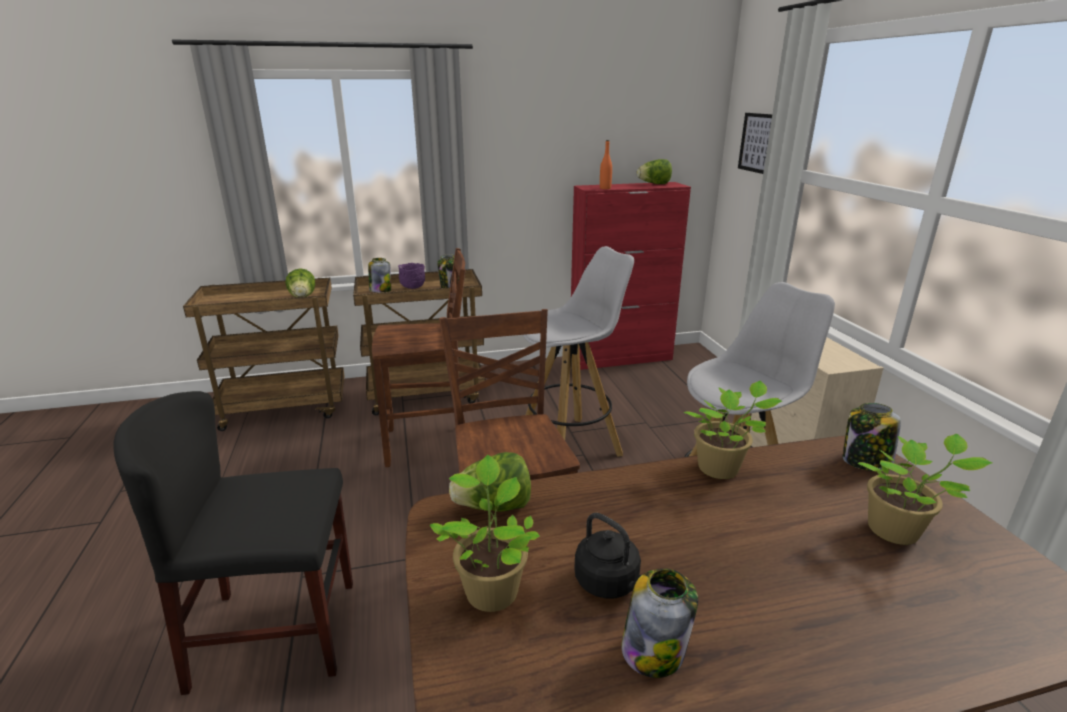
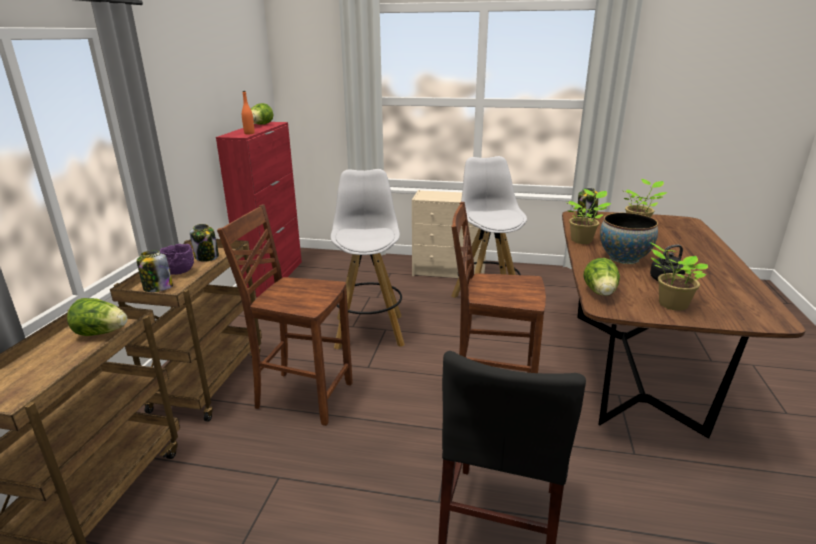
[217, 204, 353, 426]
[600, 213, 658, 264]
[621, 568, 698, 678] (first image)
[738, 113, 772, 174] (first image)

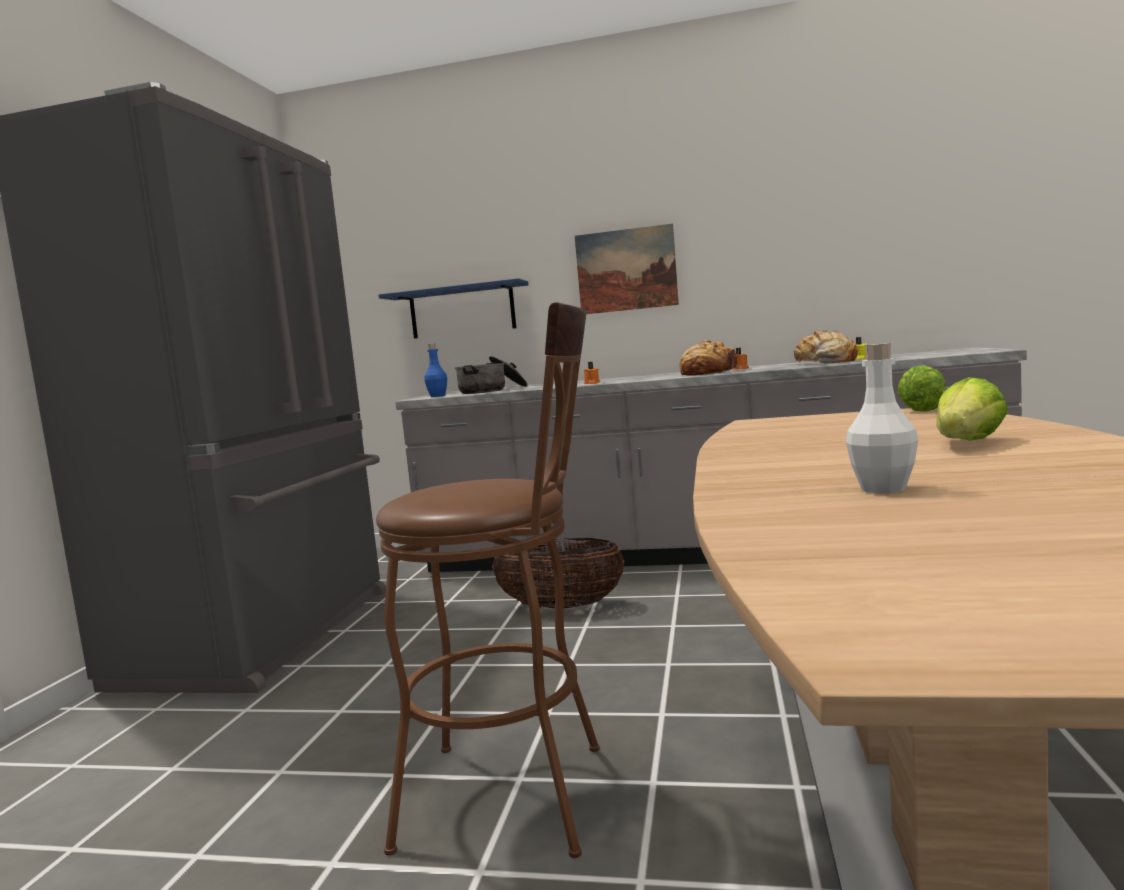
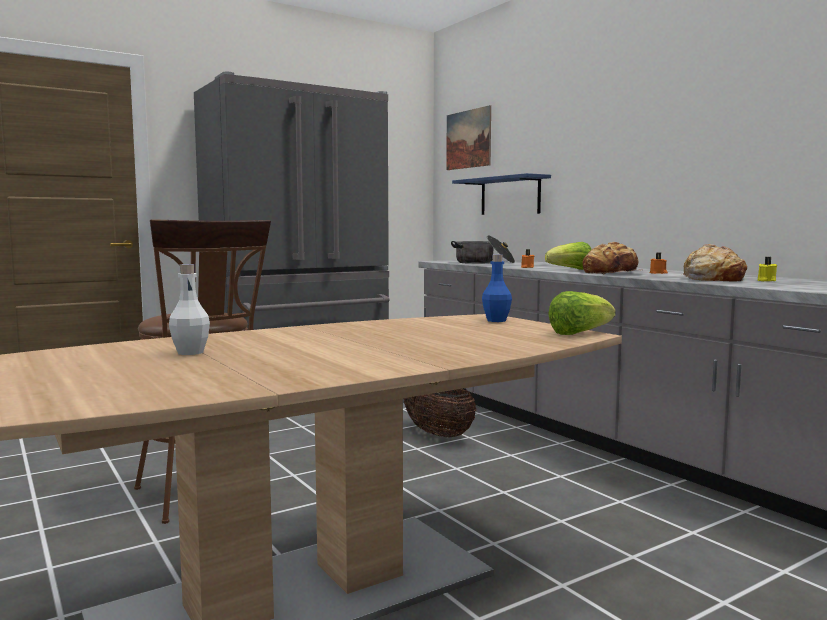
[446, 105, 491, 170]
[482, 254, 512, 322]
[545, 242, 592, 270]

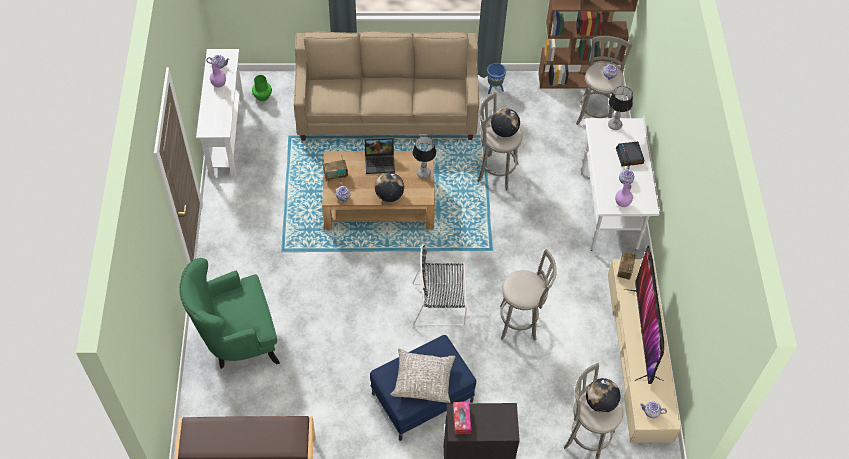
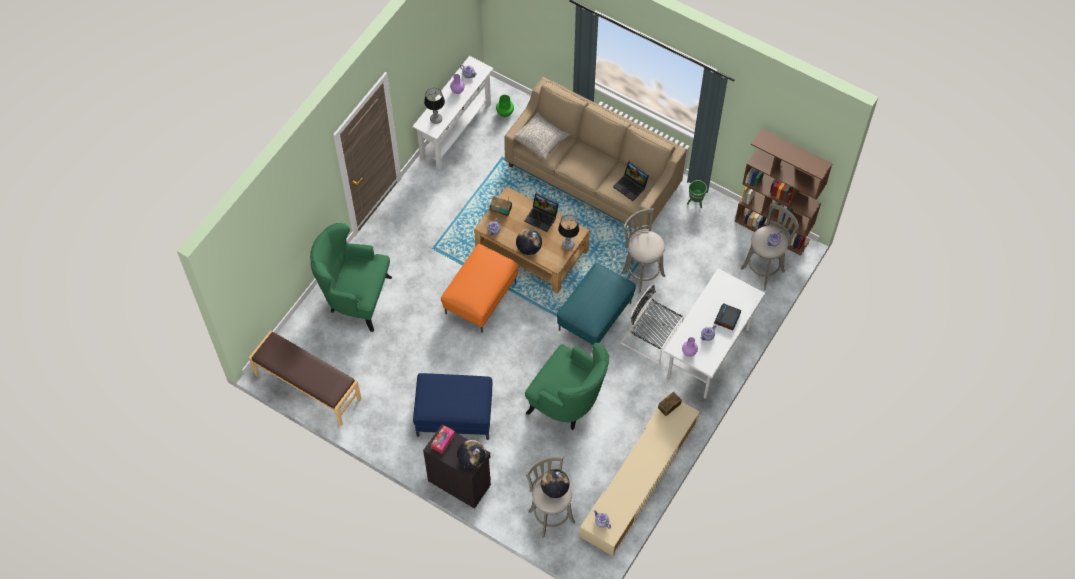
[424, 88, 445, 124]
[441, 244, 518, 333]
[457, 440, 486, 469]
[514, 111, 571, 160]
[525, 343, 609, 430]
[557, 263, 636, 345]
[613, 161, 649, 201]
[621, 284, 684, 364]
[687, 180, 707, 208]
[624, 246, 664, 384] (first image)

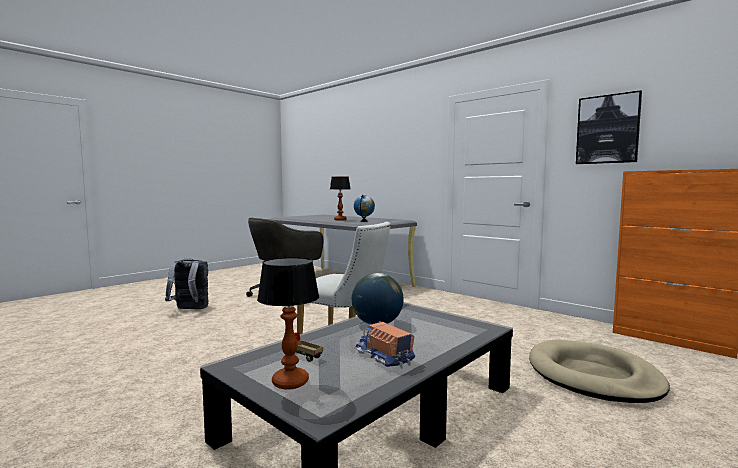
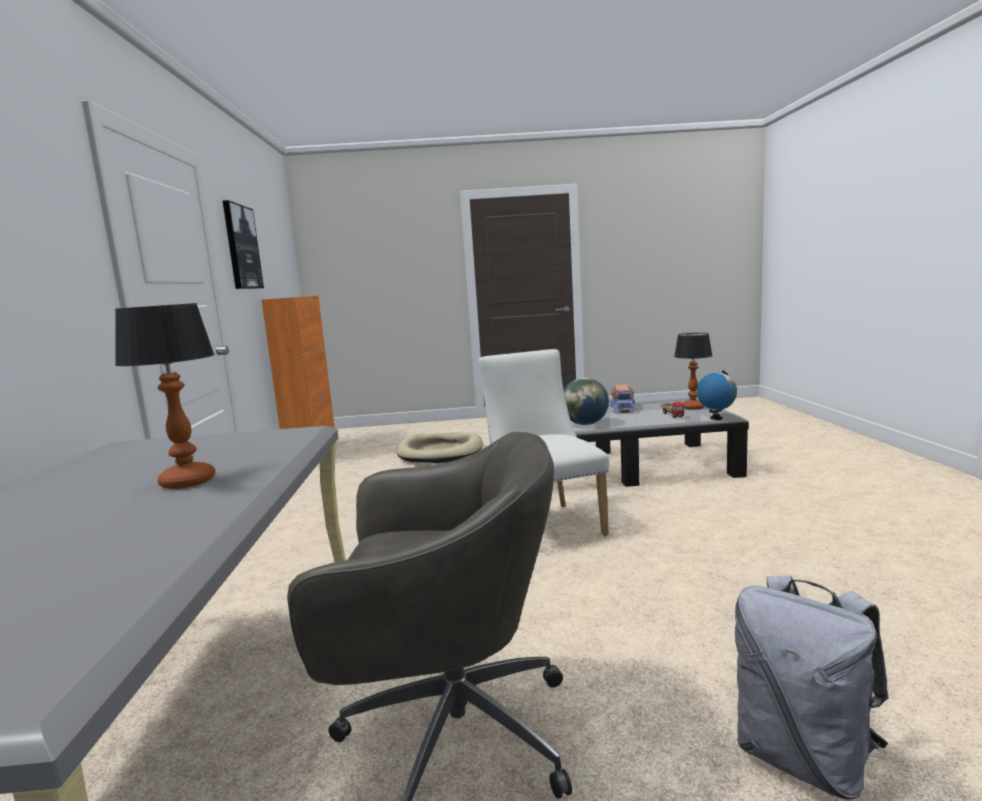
[697, 370, 737, 420]

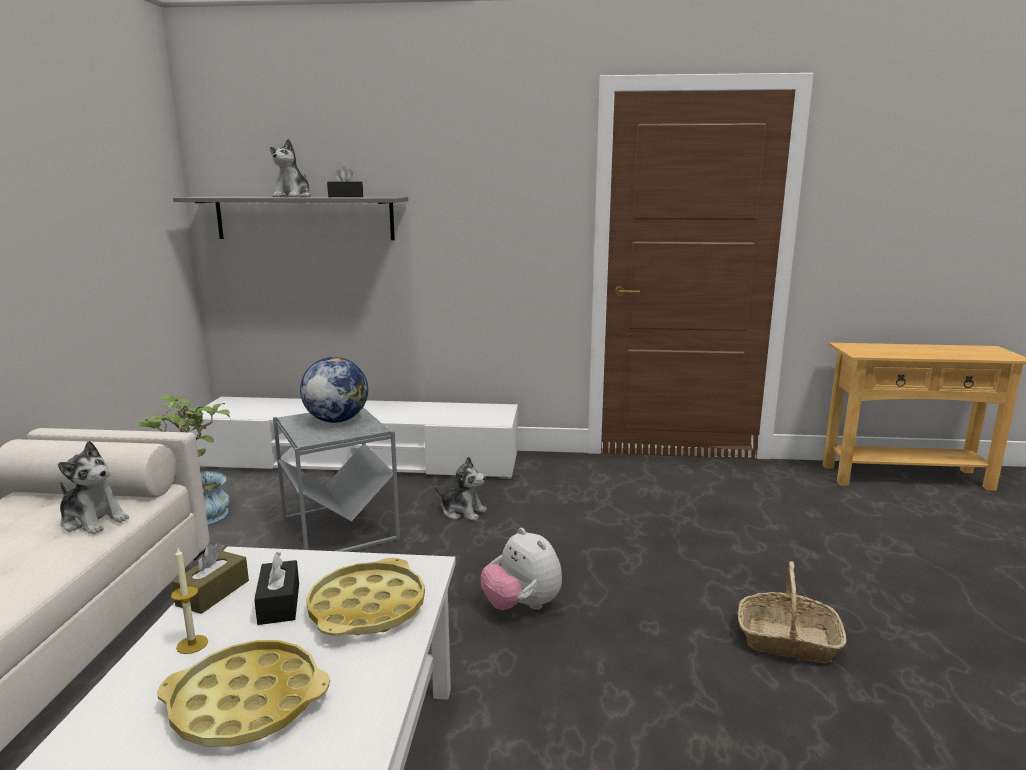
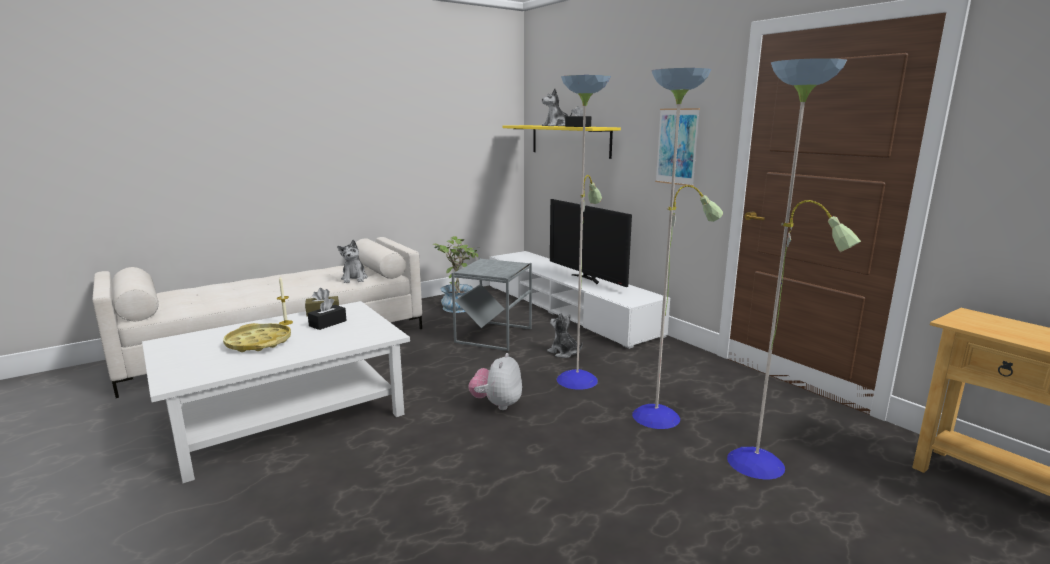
[503, 125, 621, 159]
[547, 312, 583, 358]
[550, 199, 632, 287]
[557, 58, 861, 479]
[655, 108, 700, 186]
[300, 357, 368, 423] (first image)
[306, 558, 425, 636] (first image)
[737, 561, 847, 663] (first image)

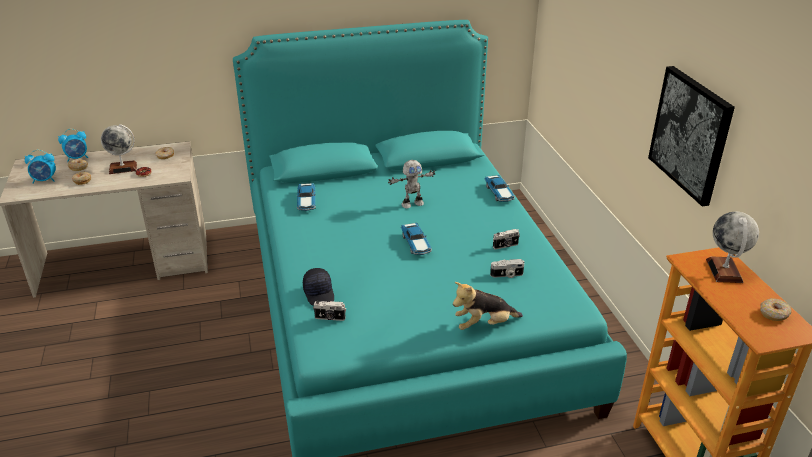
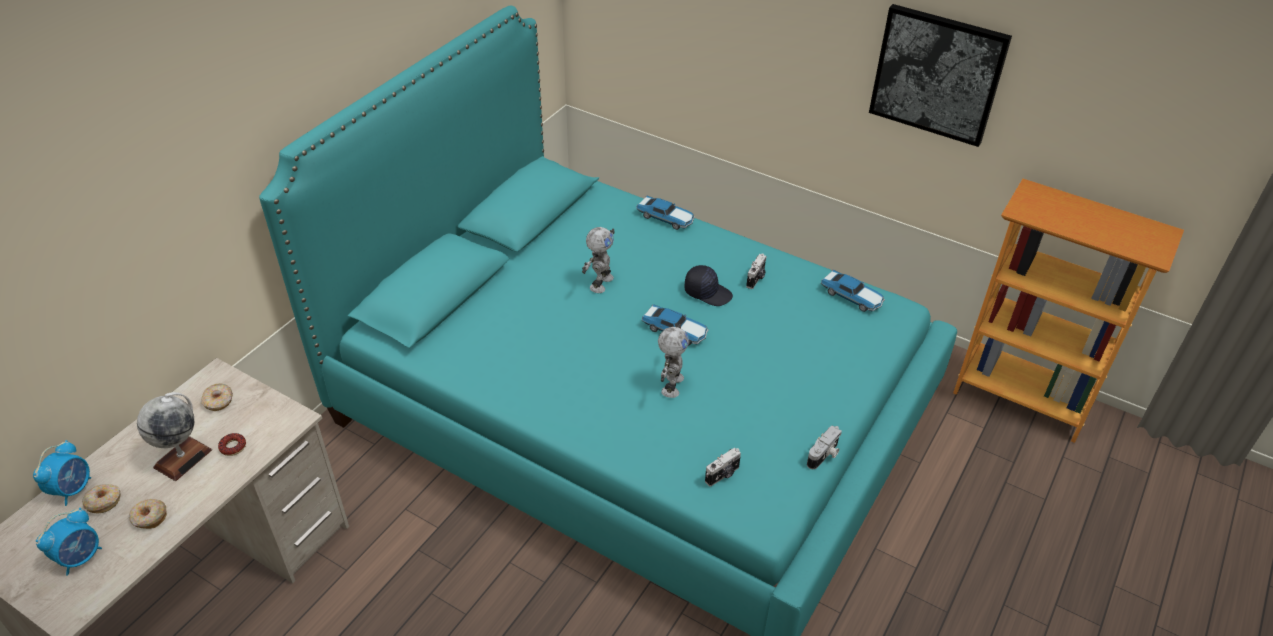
[658, 324, 689, 398]
[685, 265, 733, 306]
[807, 425, 842, 469]
[821, 270, 885, 312]
[453, 282, 523, 330] (first image)
[706, 211, 759, 283] (first image)
[760, 298, 792, 321] (first image)

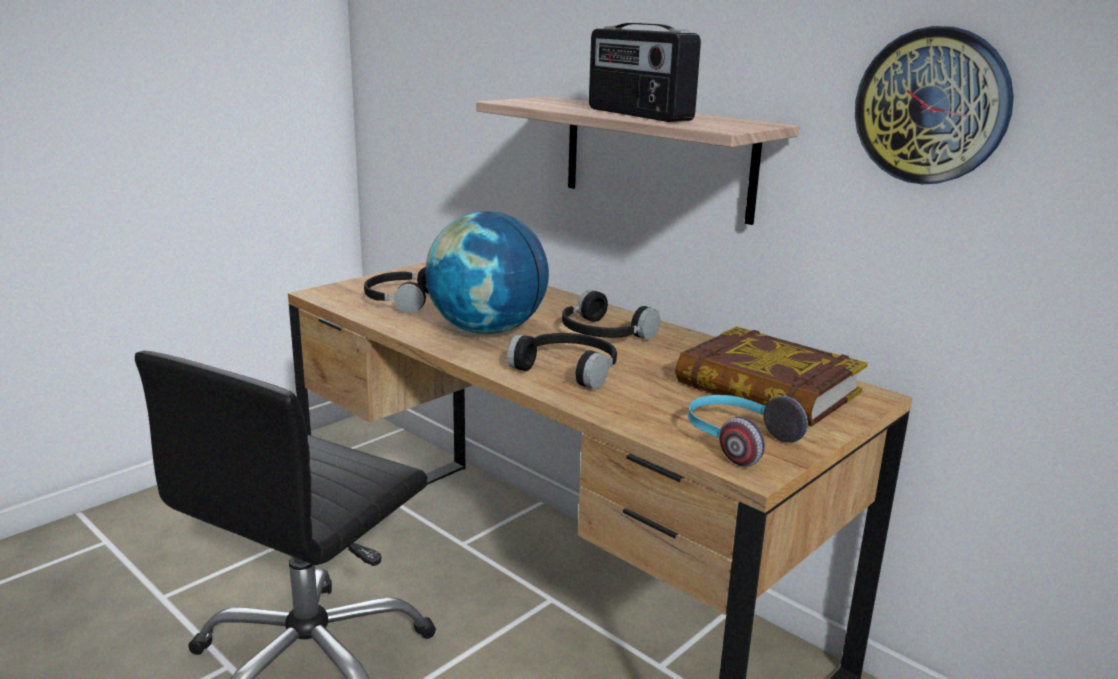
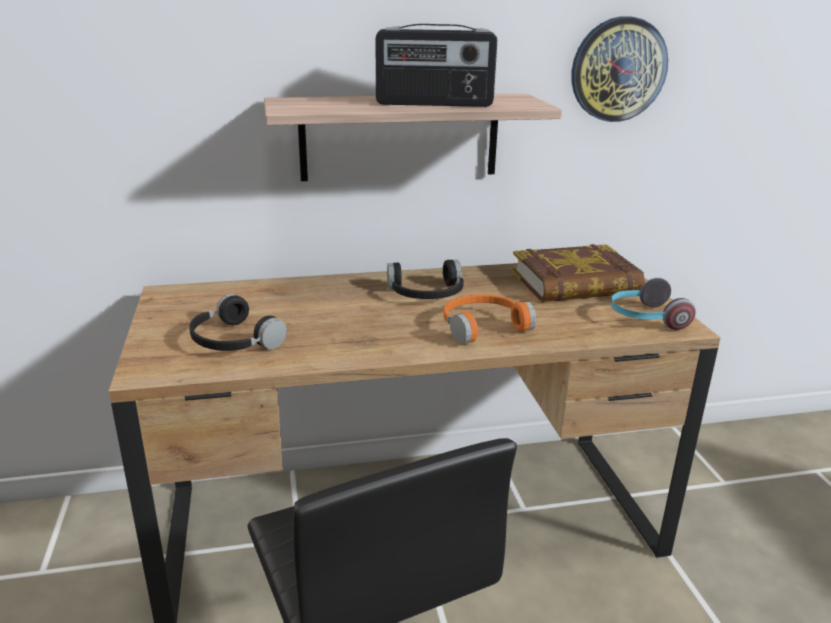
[443, 294, 536, 344]
[425, 211, 549, 335] (first image)

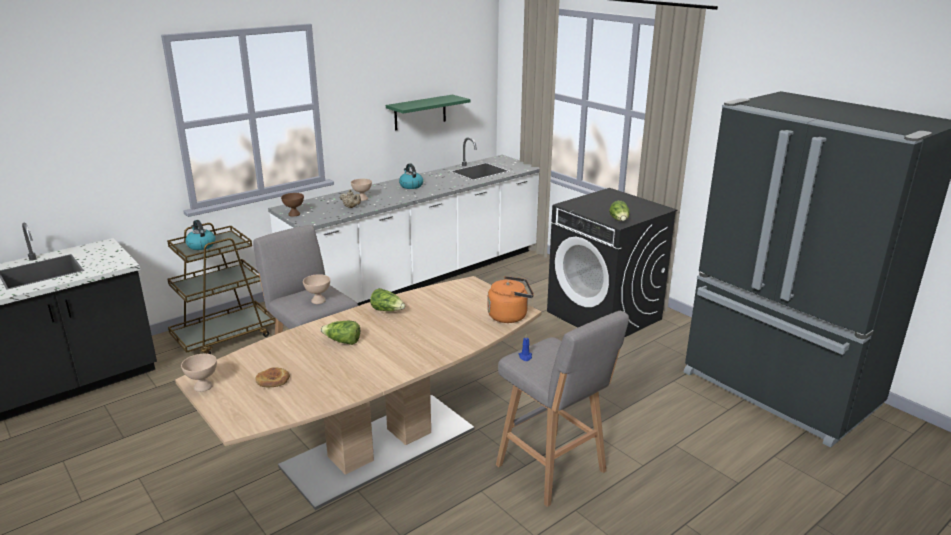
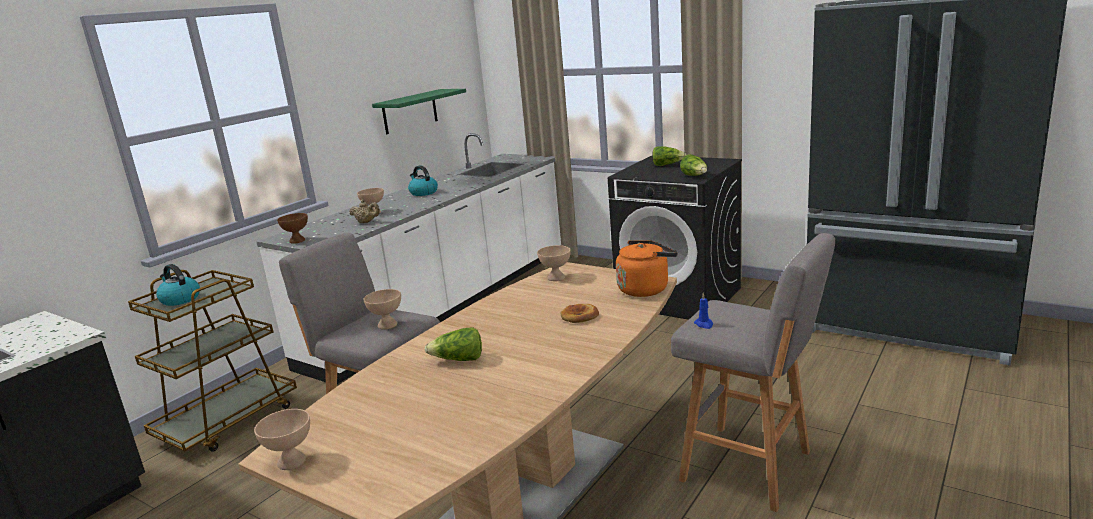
[537, 245, 571, 281]
[560, 304, 599, 323]
[652, 146, 686, 166]

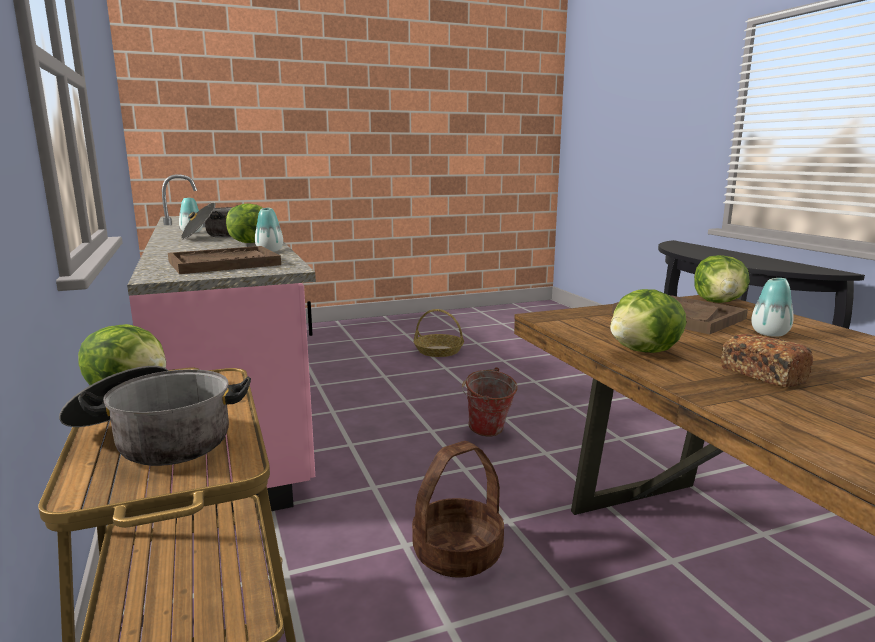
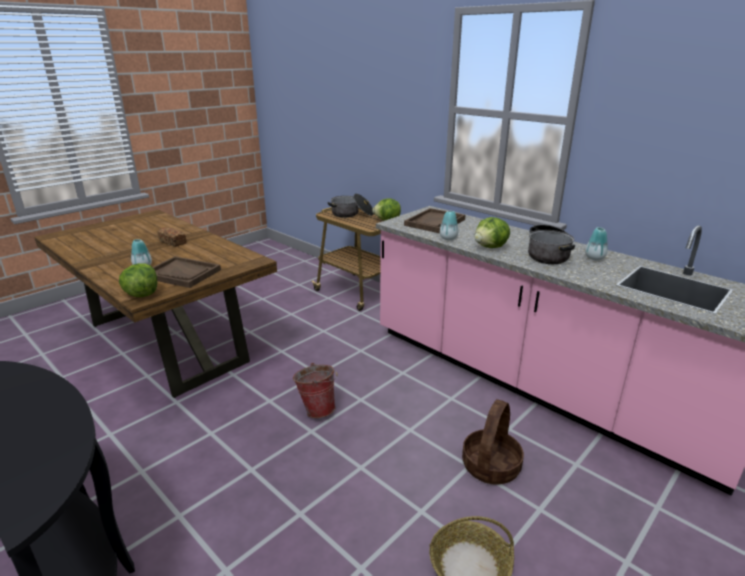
[462, 399, 524, 484]
[610, 289, 686, 353] (first image)

